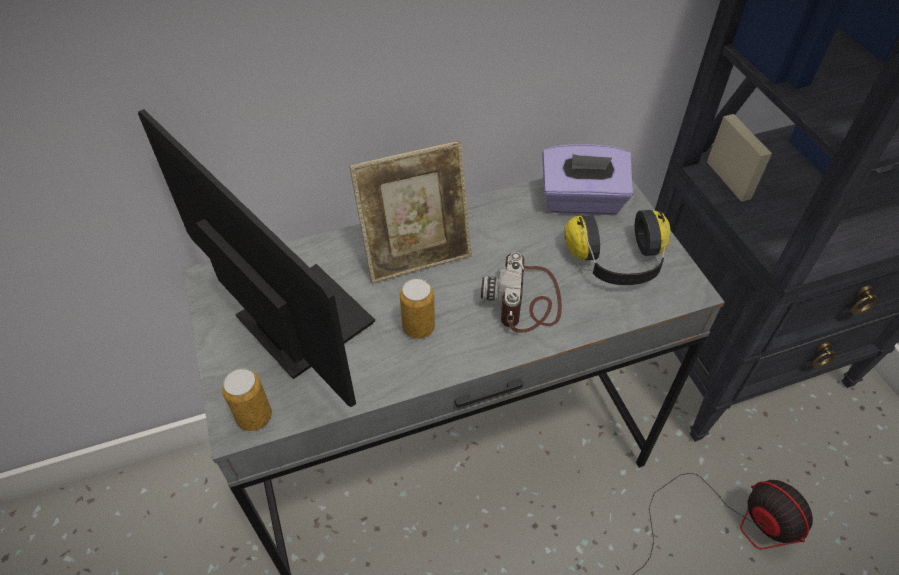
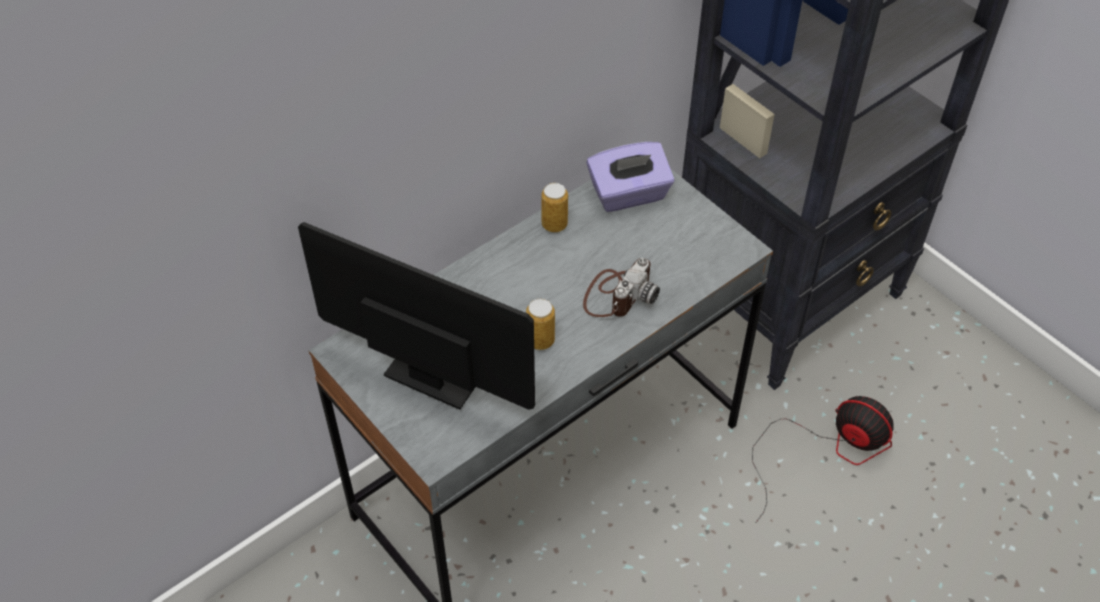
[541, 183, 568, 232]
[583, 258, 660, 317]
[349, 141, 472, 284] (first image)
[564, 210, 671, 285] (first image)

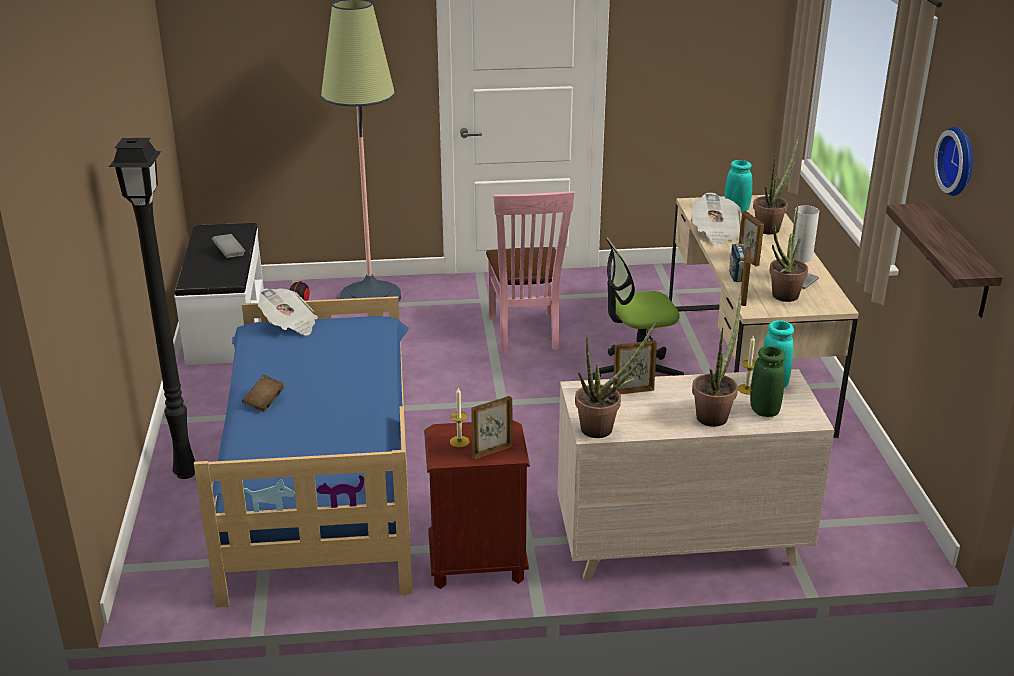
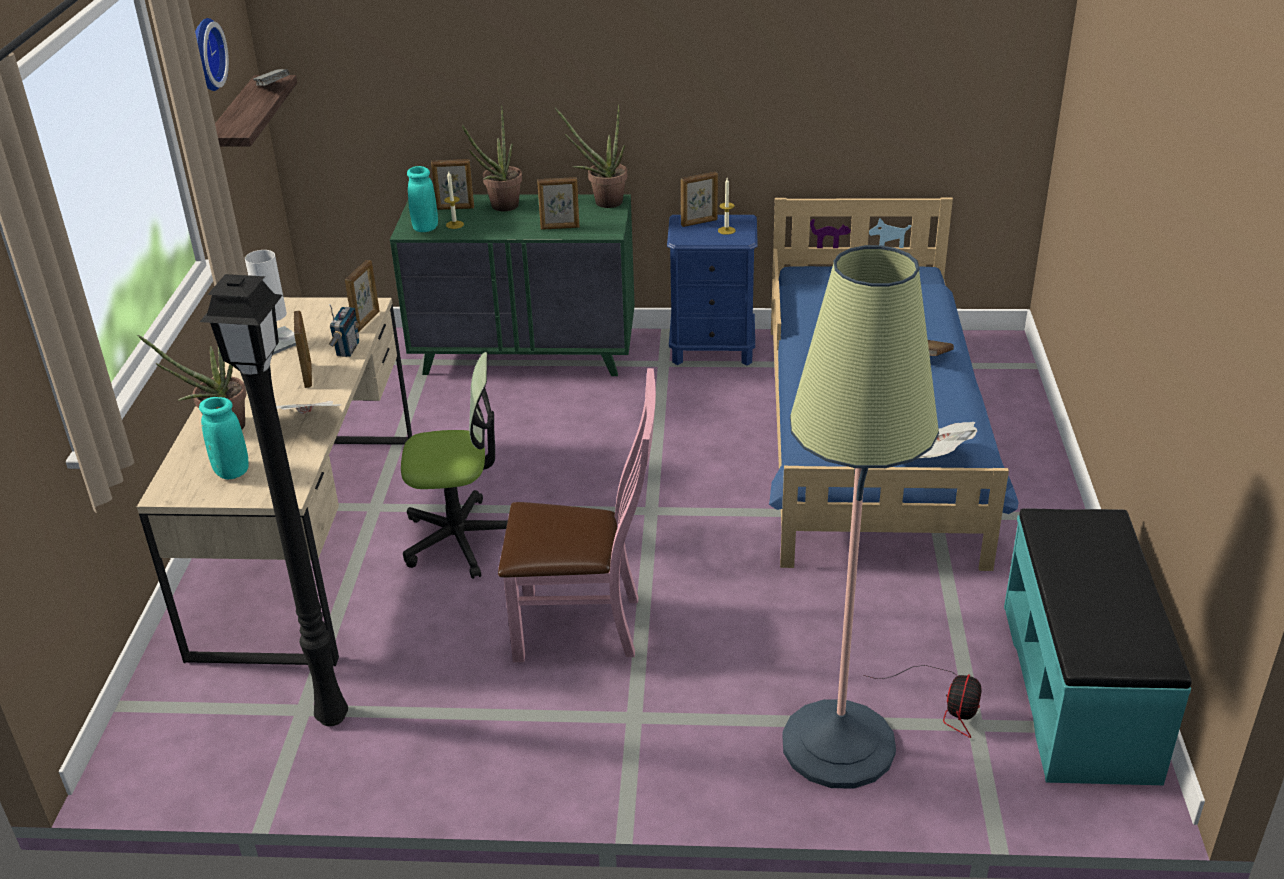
[200, 274, 348, 726]
[253, 69, 290, 86]
[390, 194, 635, 376]
[431, 159, 474, 210]
[498, 368, 656, 662]
[667, 215, 758, 366]
[1004, 508, 1192, 785]
[769, 203, 808, 302] (first image)

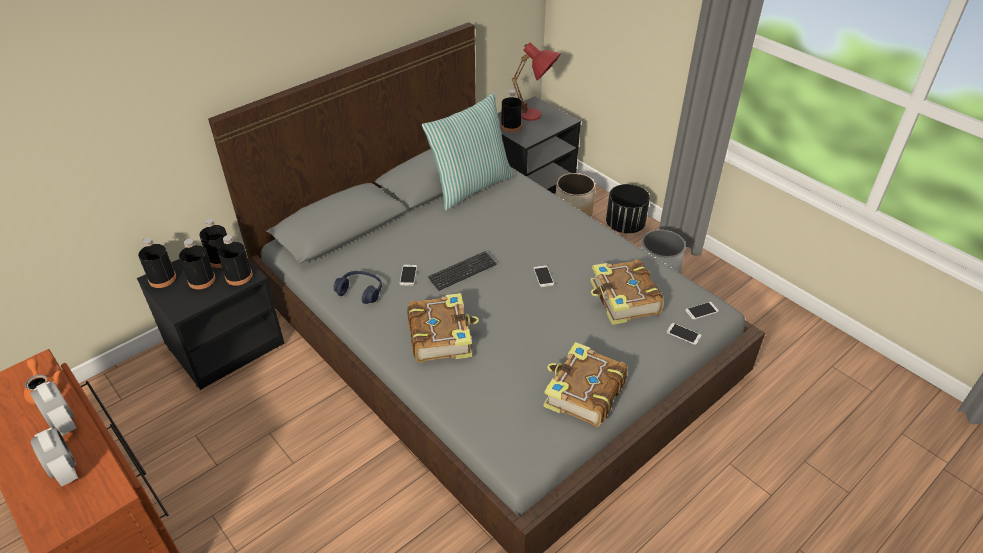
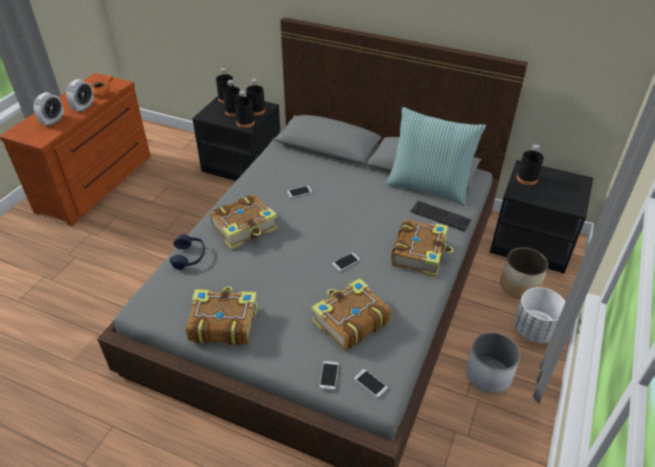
[170, 234, 205, 270]
[391, 219, 454, 277]
[411, 201, 472, 232]
[514, 287, 565, 343]
[512, 42, 561, 121] (first image)

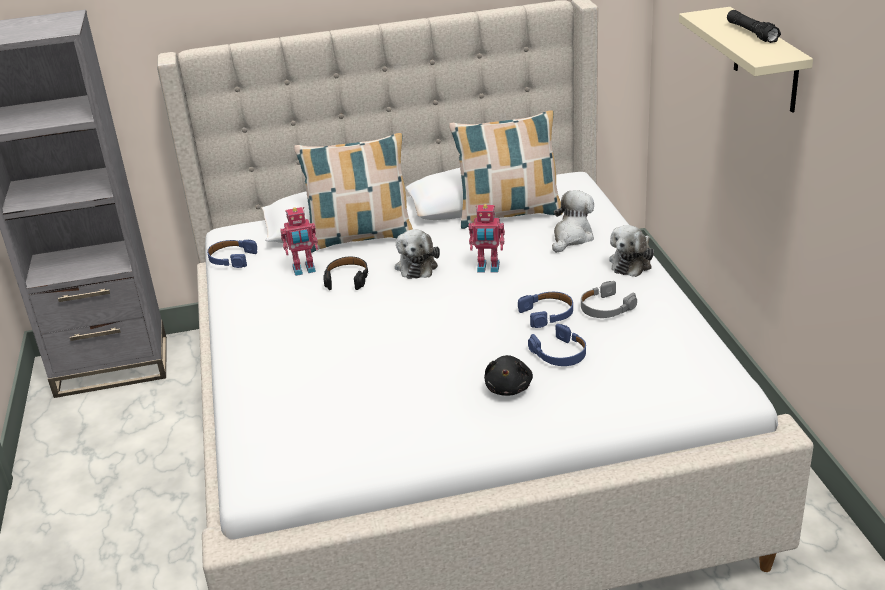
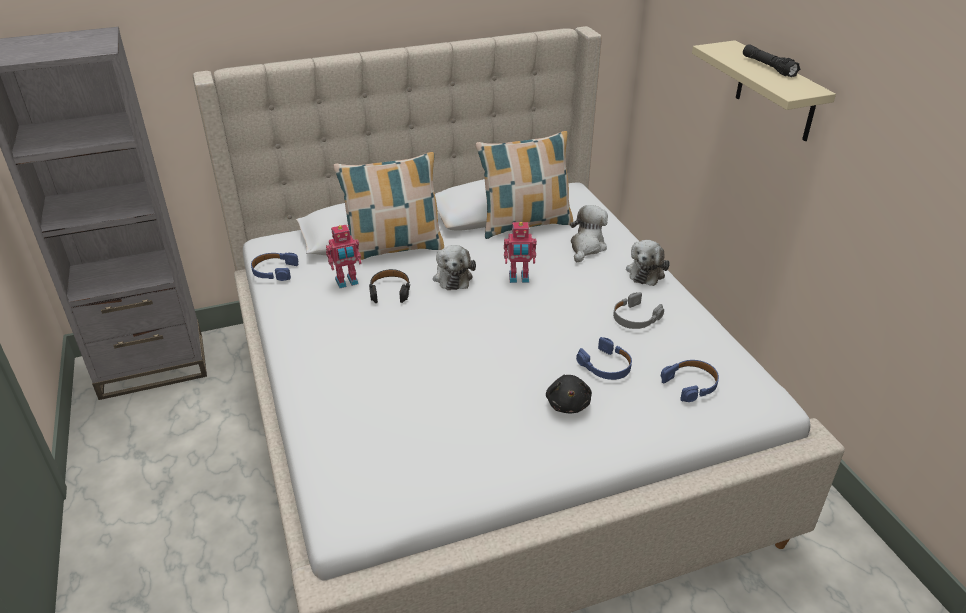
[661, 360, 719, 402]

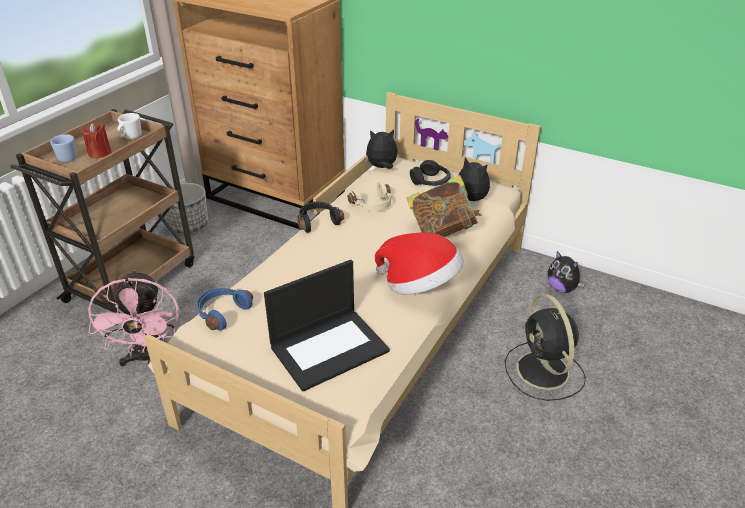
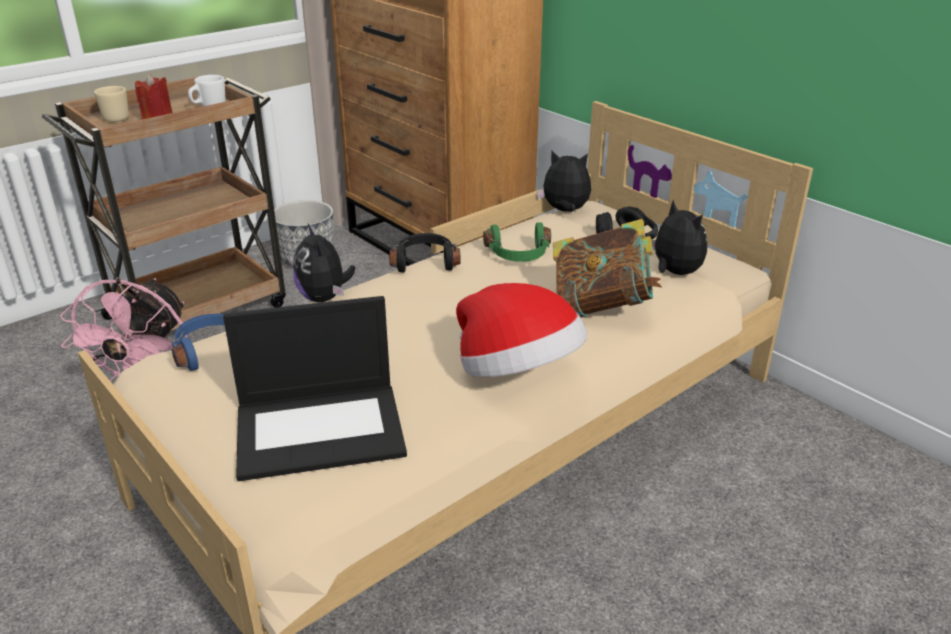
[94, 86, 129, 122]
[293, 224, 355, 303]
[483, 222, 551, 262]
[505, 294, 586, 401] (first image)

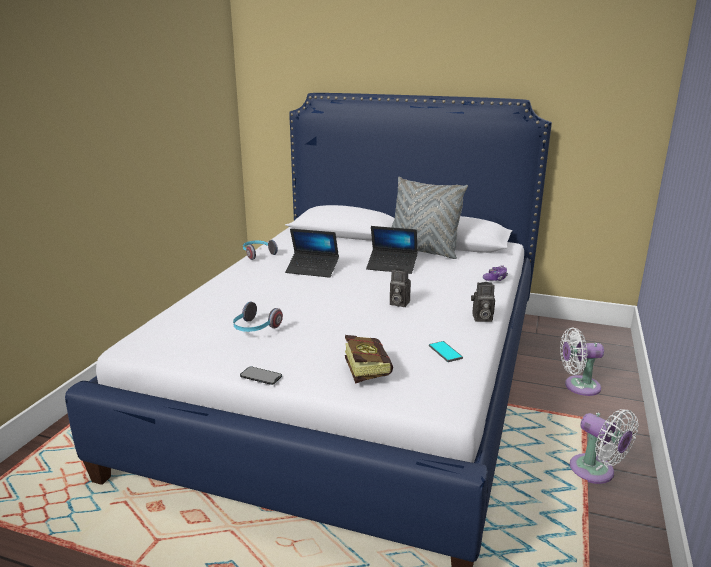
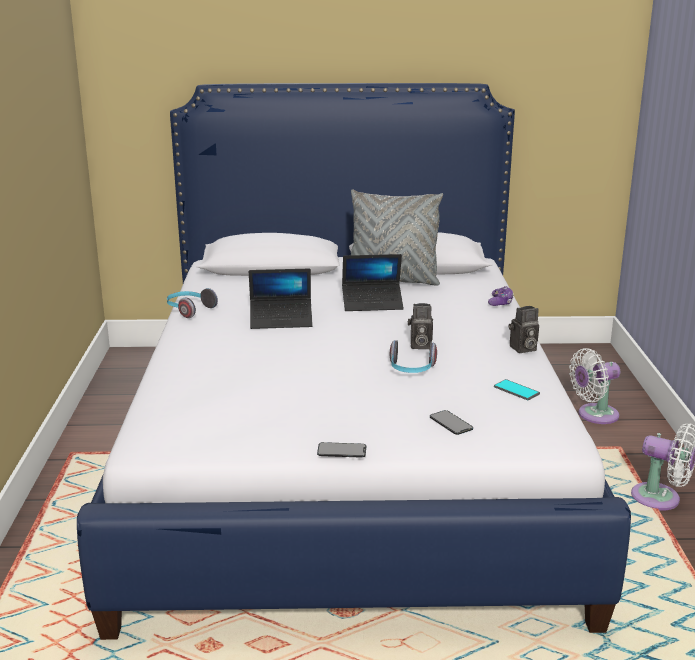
[390, 340, 437, 373]
[430, 410, 473, 435]

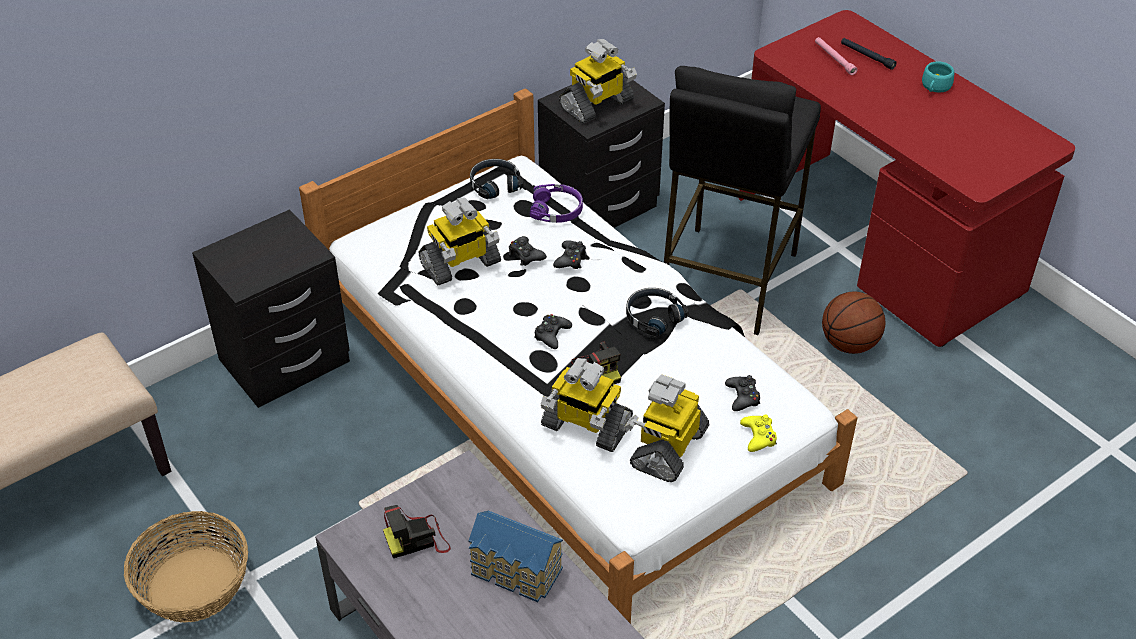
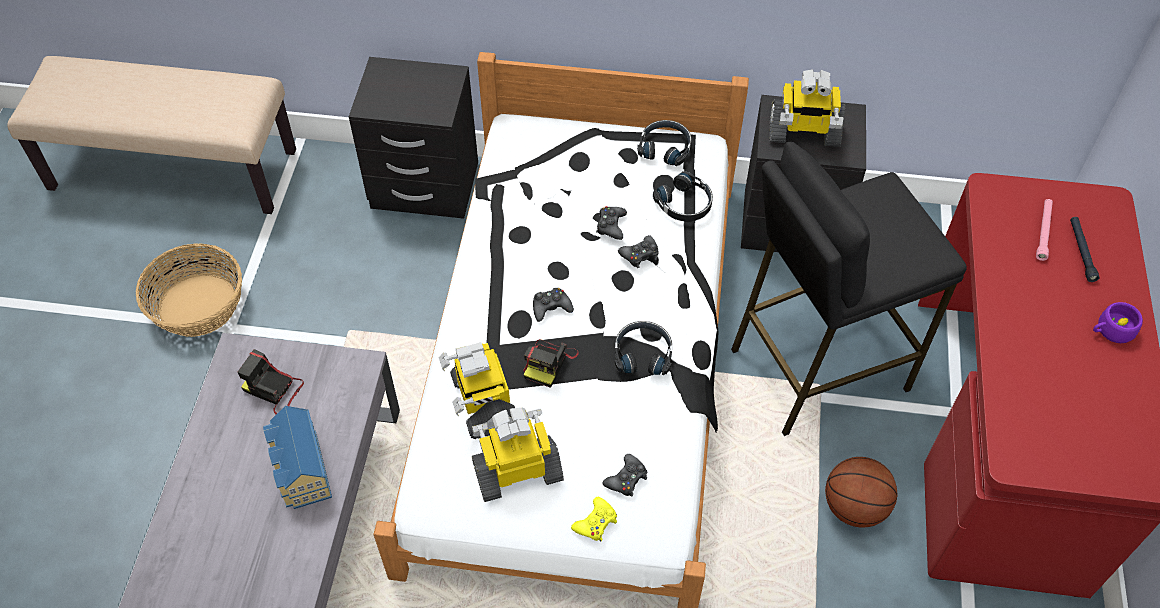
[653, 171, 713, 221]
[1093, 302, 1143, 343]
[419, 198, 501, 286] (first image)

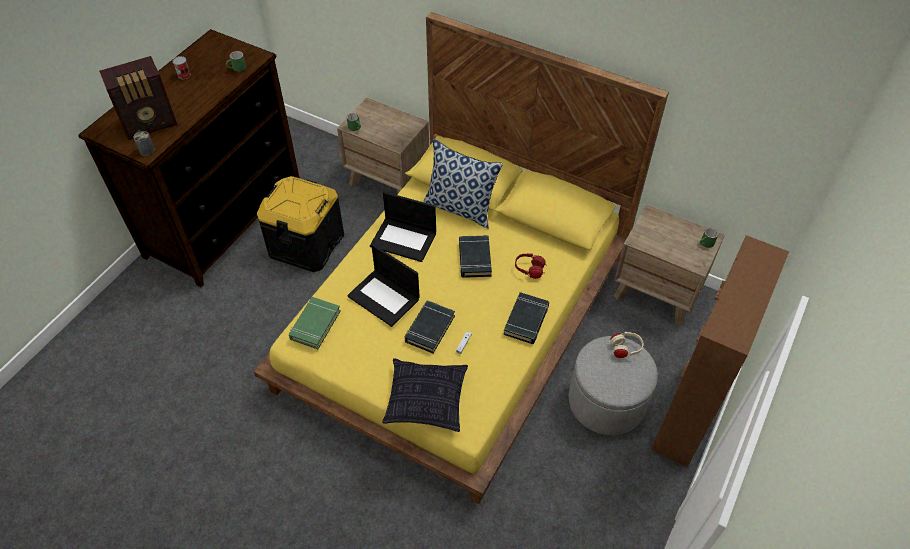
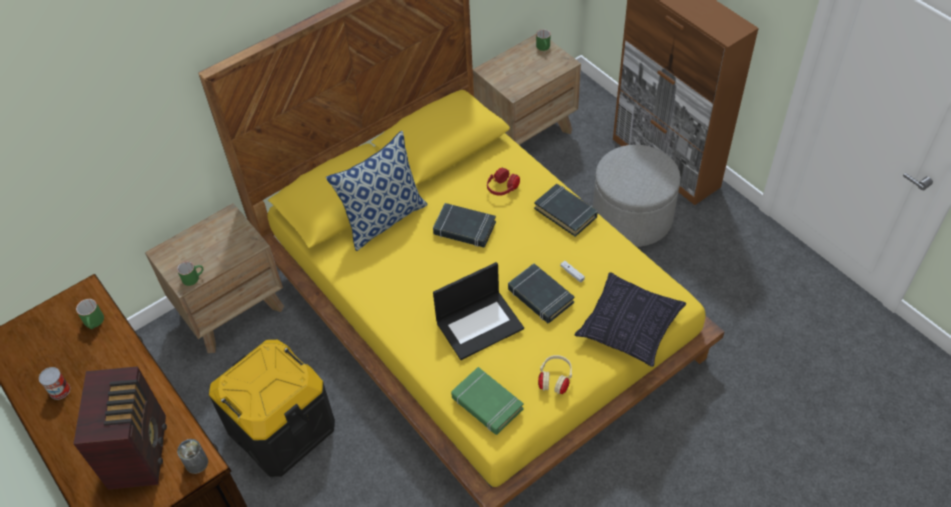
[538, 355, 572, 394]
[370, 192, 436, 262] (first image)

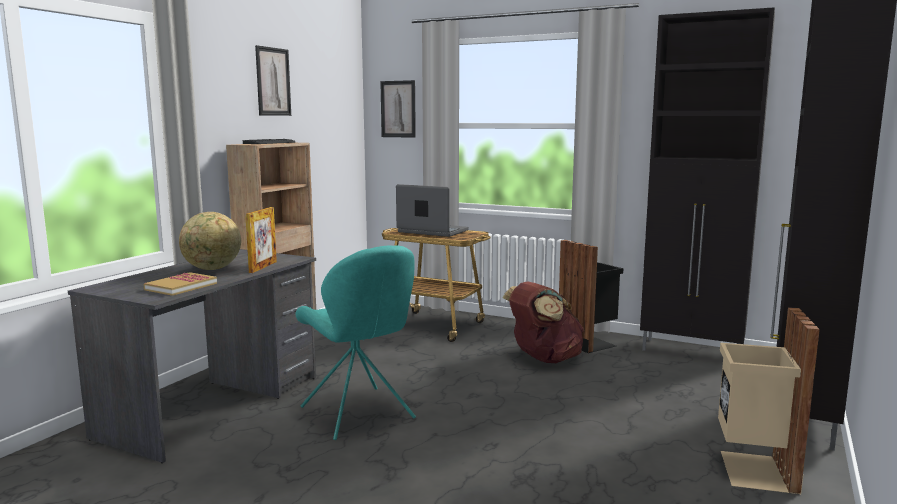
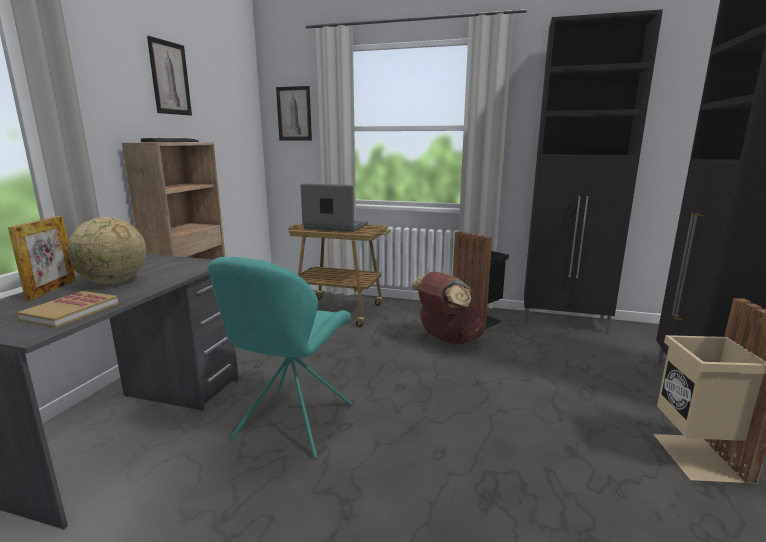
[8, 216, 76, 300]
[208, 257, 352, 458]

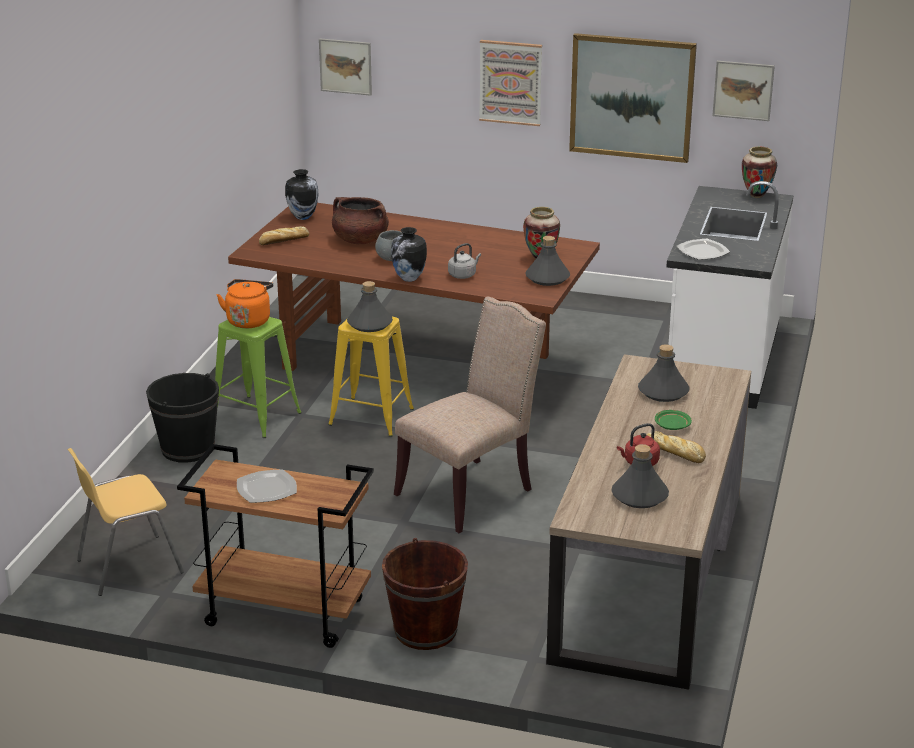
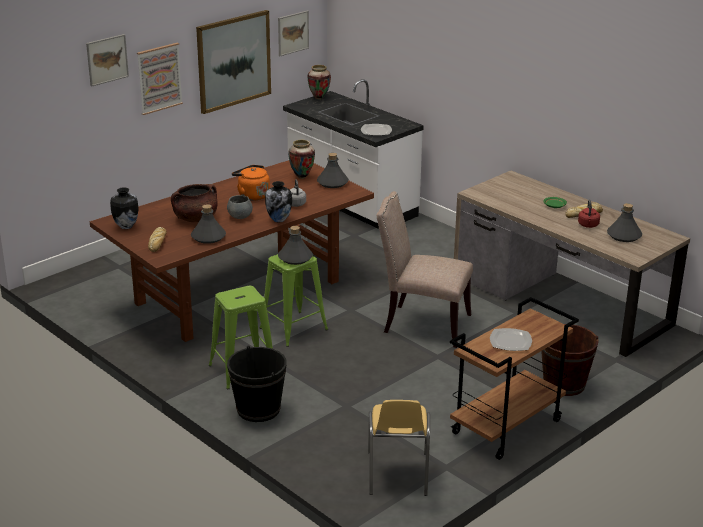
[86, 34, 129, 87]
[191, 204, 226, 244]
[232, 165, 270, 201]
[260, 254, 328, 347]
[377, 191, 473, 348]

